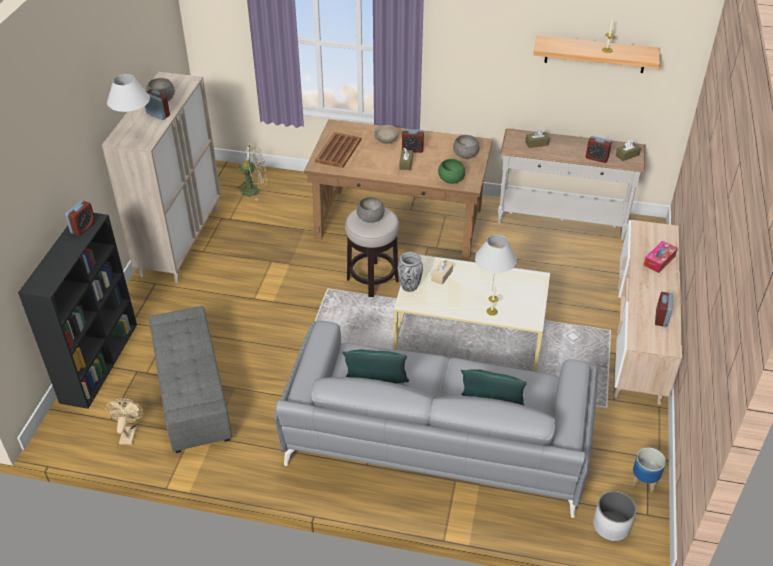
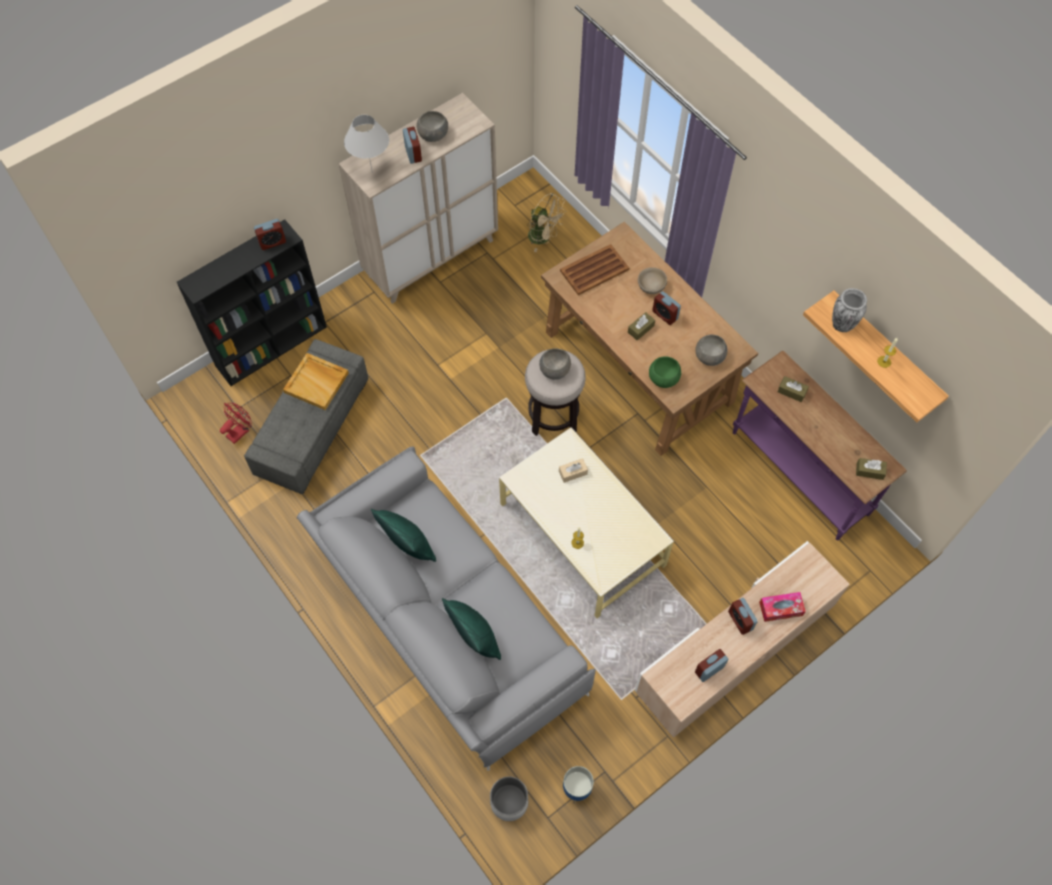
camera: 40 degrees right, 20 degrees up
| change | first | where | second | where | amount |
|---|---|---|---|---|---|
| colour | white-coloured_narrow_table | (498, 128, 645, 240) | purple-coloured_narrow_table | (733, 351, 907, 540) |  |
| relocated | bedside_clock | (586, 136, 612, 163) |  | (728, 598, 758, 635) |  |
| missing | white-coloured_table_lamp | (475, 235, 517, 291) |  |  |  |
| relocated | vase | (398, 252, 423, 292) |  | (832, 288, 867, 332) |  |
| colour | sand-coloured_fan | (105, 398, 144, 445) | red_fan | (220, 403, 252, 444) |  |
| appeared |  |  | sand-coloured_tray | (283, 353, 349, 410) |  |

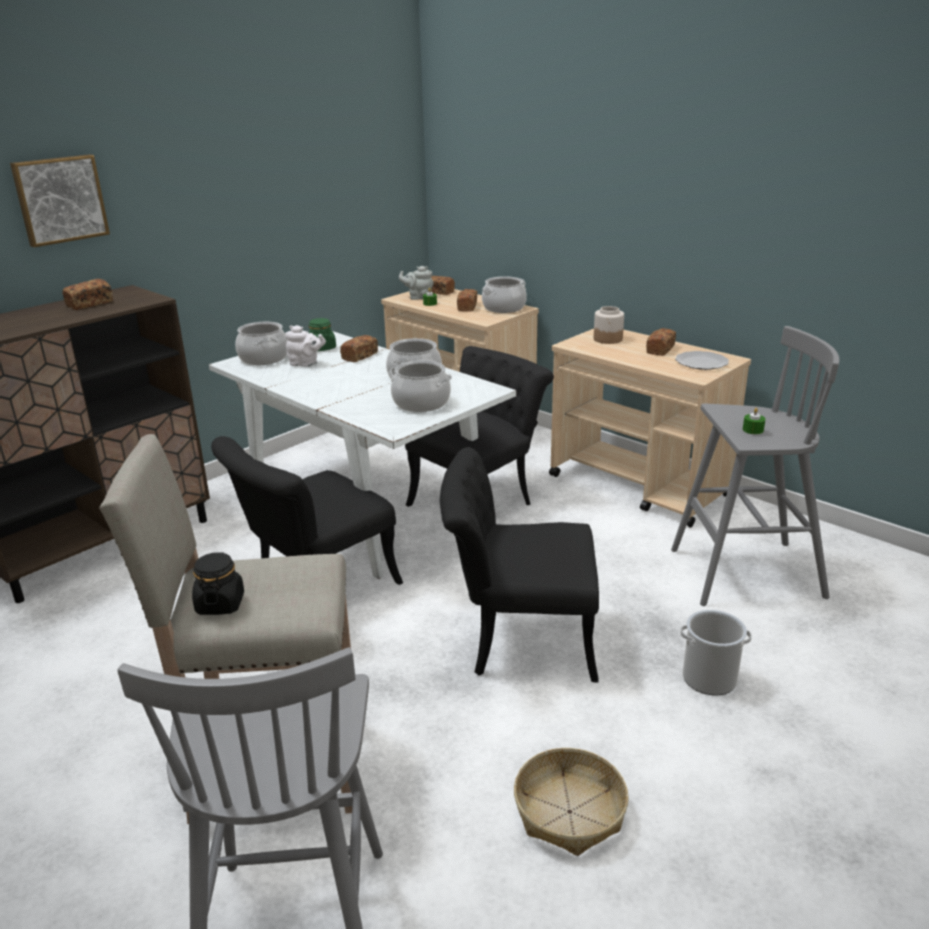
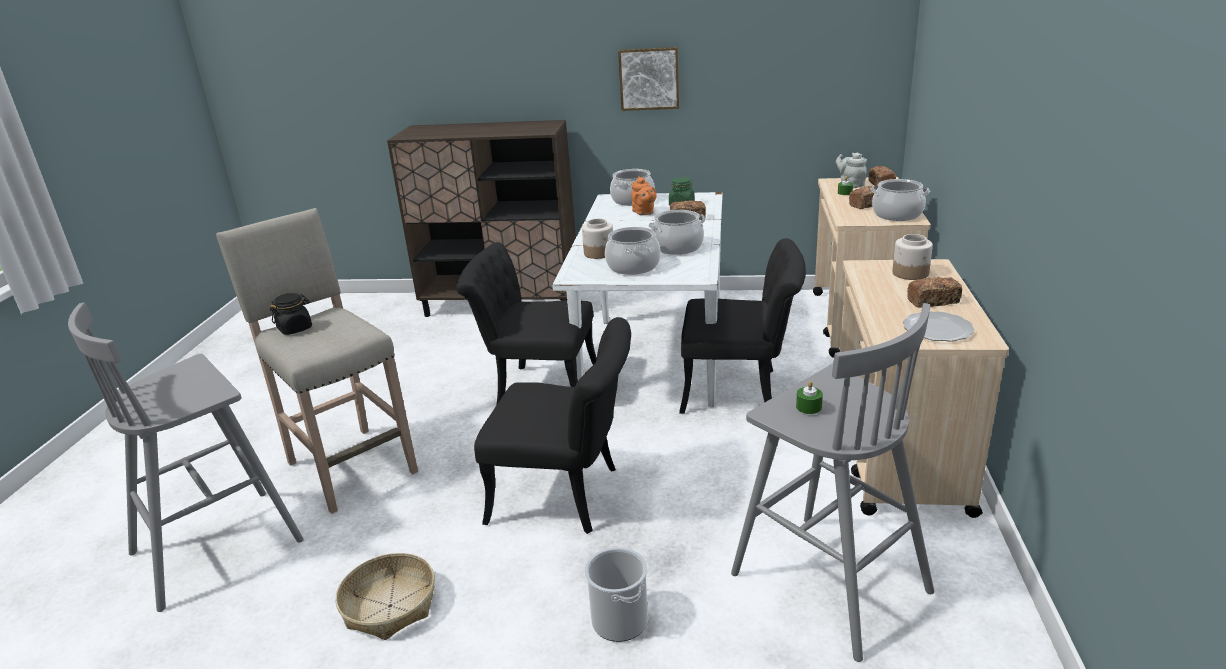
camera: 55 degrees right, 0 degrees up
| change | first | where | second | where | amount |
|---|---|---|---|---|---|
| relocated | wall_art | (10, 154, 110, 247) |  | (618, 47, 679, 111) |  |
| missing | bakery_bread | (62, 279, 113, 310) |  |  |  |
| colour | white-coloured_pot_for_tea | (285, 325, 326, 367) | orangey_pot_for_tea | (631, 176, 657, 215) |  |
| spun | black-coloured_plain_chair | (440, 447, 599, 683) |  | (474, 317, 631, 534) | 135 degrees clockwise |
| appeared |  |  | storage_jar | (582, 219, 613, 259) |  |

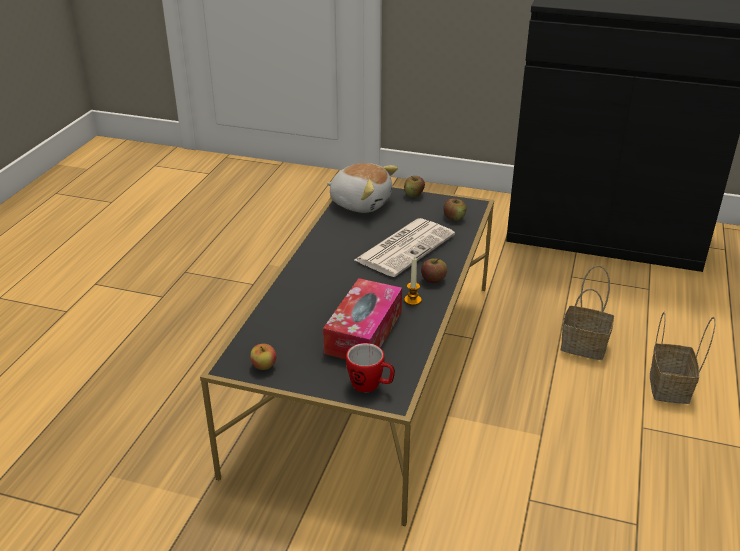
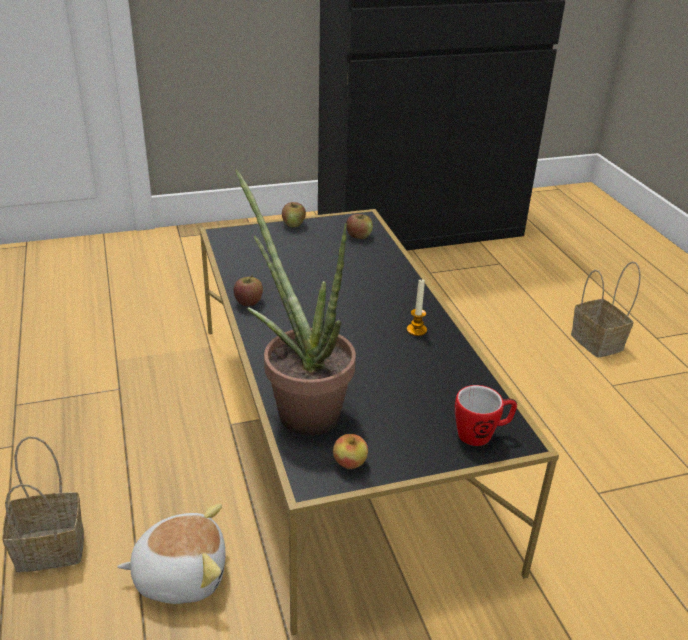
camera: 35 degrees left, 0 degrees up
| change | first | where | second | where | amount |
|---|---|---|---|---|---|
| relocated | plush_toy | (327, 163, 398, 213) |  | (117, 504, 226, 604) |  |
| missing | daily_paper | (354, 218, 455, 277) |  |  |  |
| relocated | apple_fruit | (421, 258, 447, 283) |  | (234, 275, 263, 306) |  |
| relocated | basket | (561, 265, 614, 360) |  | (2, 436, 84, 572) |  |
| missing | tissue_box | (323, 278, 402, 359) |  |  |  |
| appeared |  |  | potted_plant | (235, 169, 356, 435) |  |

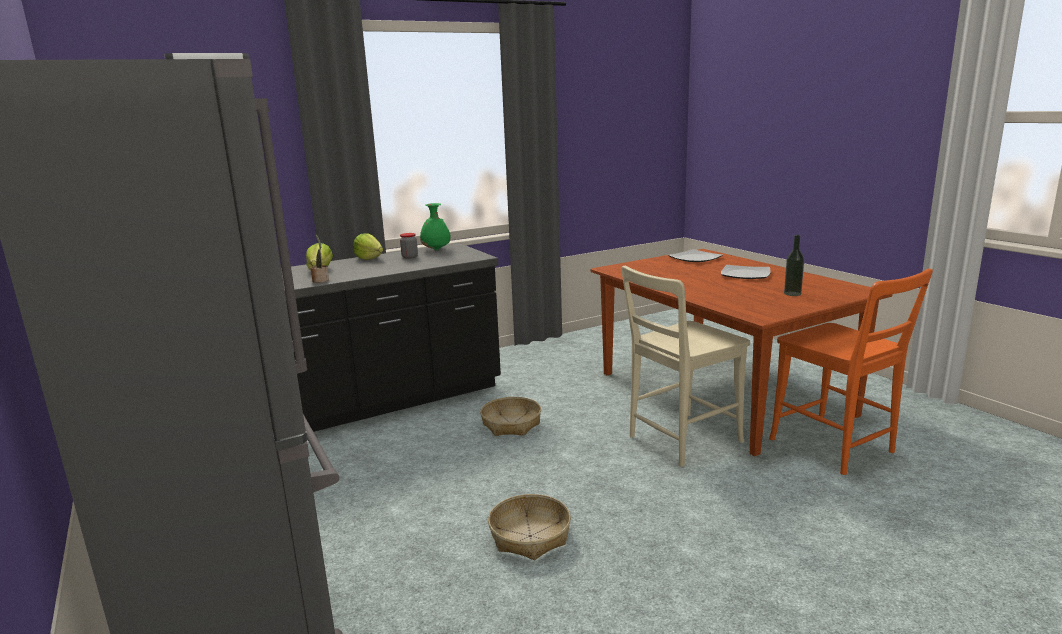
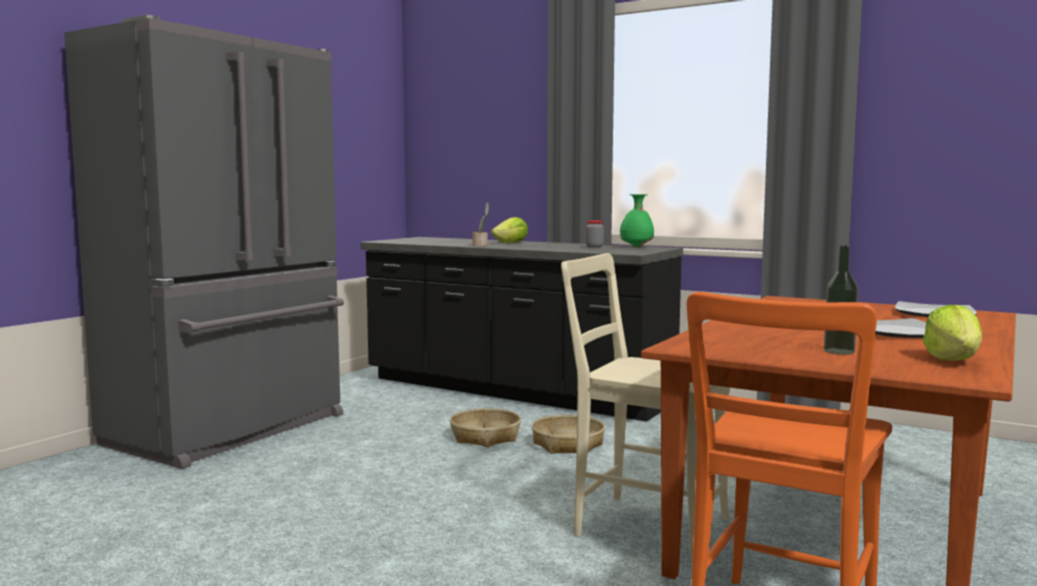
camera: 60 degrees right, 10 degrees down
| change | first | where | second | where | amount |
|---|---|---|---|---|---|
| relocated | lettuce | (353, 233, 383, 260) |  | (923, 304, 982, 361) |  |
| relocated | basket | (488, 494, 571, 560) |  | (450, 408, 521, 447) |  |

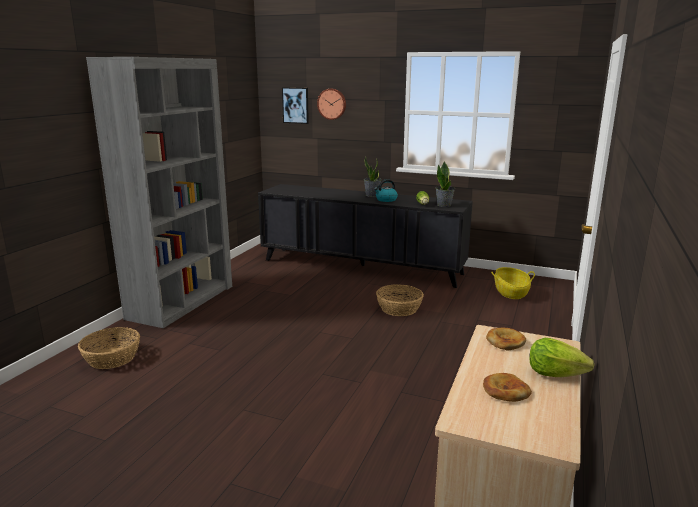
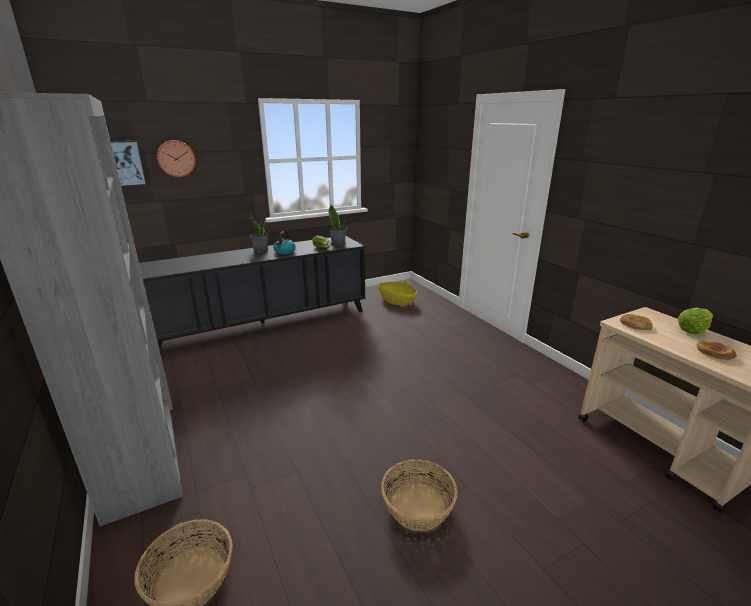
camera: 50 degrees left, 5 degrees up
| change | first | where | second | where | amount |
|---|---|---|---|---|---|
| relocated | basket | (376, 284, 424, 316) |  | (381, 459, 458, 531) |  |

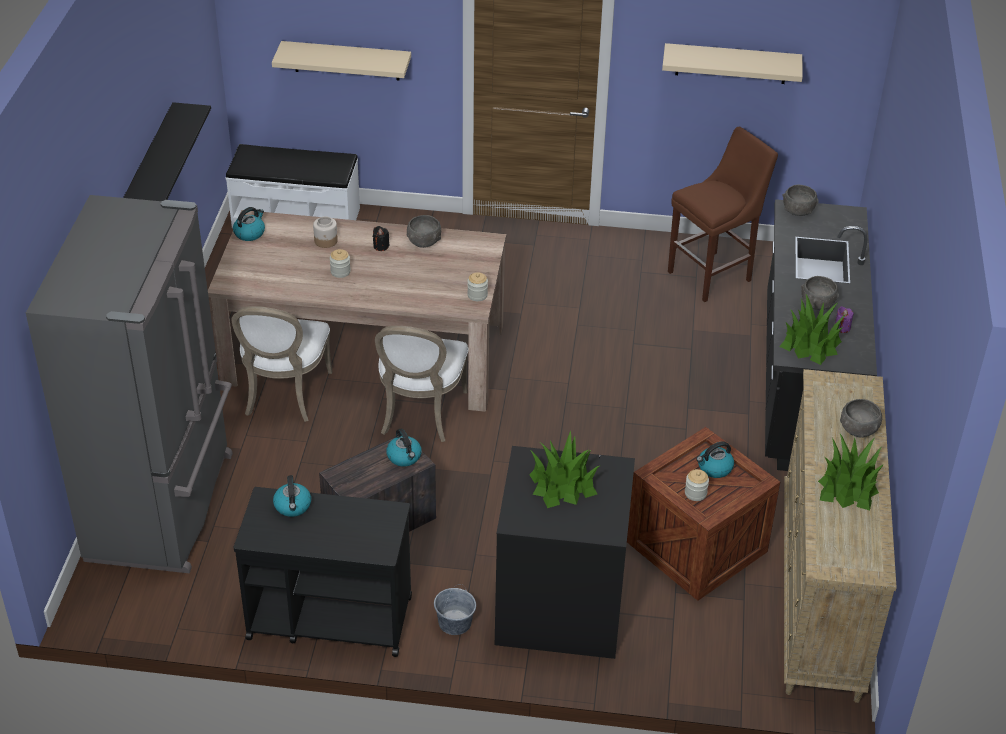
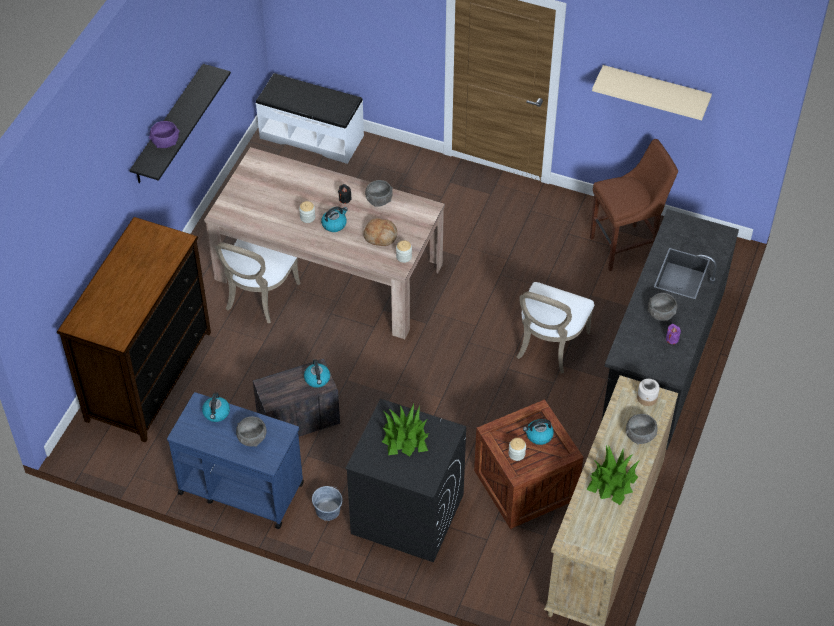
camera: 15 degrees right, 10 degrees up
| change | first | where | second | where | amount |
|---|---|---|---|---|---|
| missing | sand-coloured_bracket_shelf | (272, 41, 411, 80) |  |  |  |
| relocated | greyish_deep_dish | (782, 185, 819, 216) |  | (236, 416, 267, 447) |  |
| exchanged | greyish_kitchen_fridge | (26, 195, 233, 573) | dresser | (57, 217, 211, 443) |  |
| relocated | tea_kettle | (233, 207, 265, 241) |  | (321, 206, 348, 232) |  |
| relocated | storage_jar | (313, 216, 338, 248) |  | (637, 379, 660, 406) |  |
| missing | potted_plant | (779, 294, 846, 365) |  |  |  |
| relocated | white-coloured_plain_chair | (375, 326, 468, 442) |  | (517, 282, 594, 373) |  |
| colour | black-coloured_wheeled_cart | (234, 487, 412, 657) | blue_wheeled_cart | (167, 392, 304, 529) |  |
| appeared |  |  | purple-coloured_deep_dish | (149, 121, 180, 148) |  |
| appeared |  |  | bakery_bread | (363, 218, 397, 246) |  |

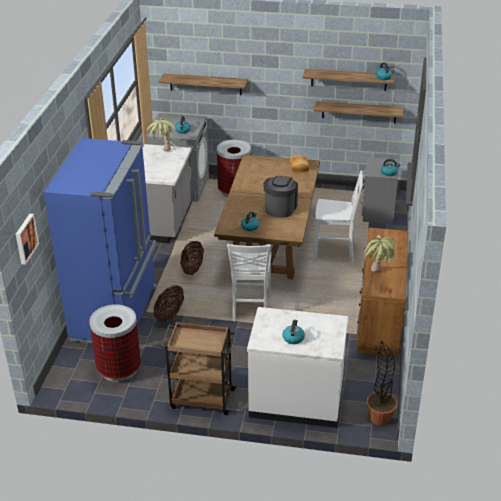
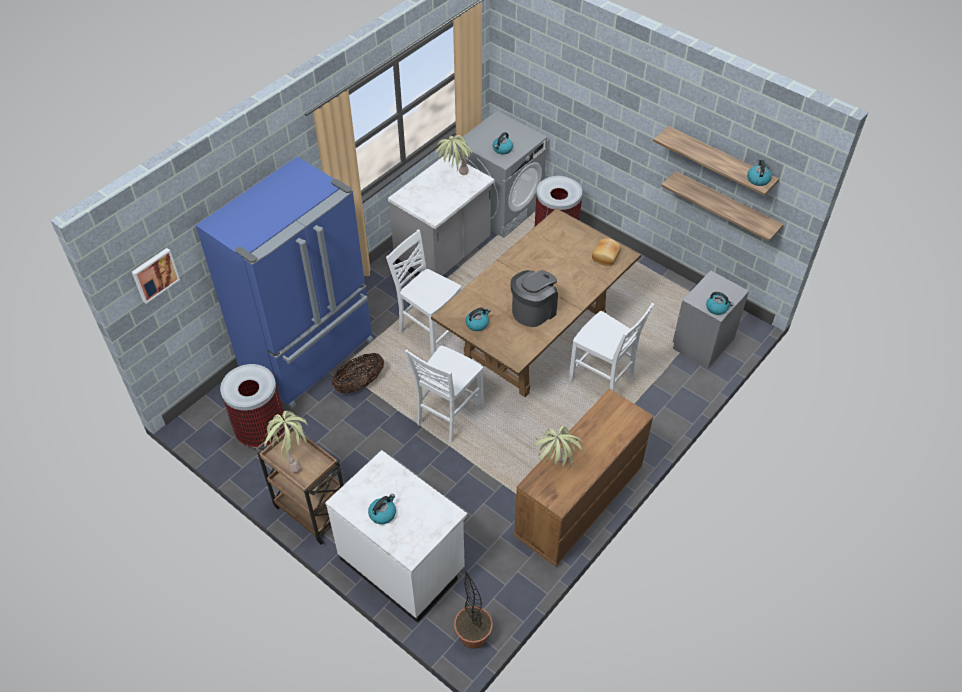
camera: 30 degrees right, 15 degrees up
| change | first | where | second | where | amount |
|---|---|---|---|---|---|
| missing | bracket_shelf | (159, 73, 248, 95) |  |  |  |
| exchanged | basket | (180, 241, 204, 275) | white-coloured_plain_chair | (386, 229, 461, 356) |  |
| appeared |  |  | potted_plant | (264, 411, 308, 473) |  |

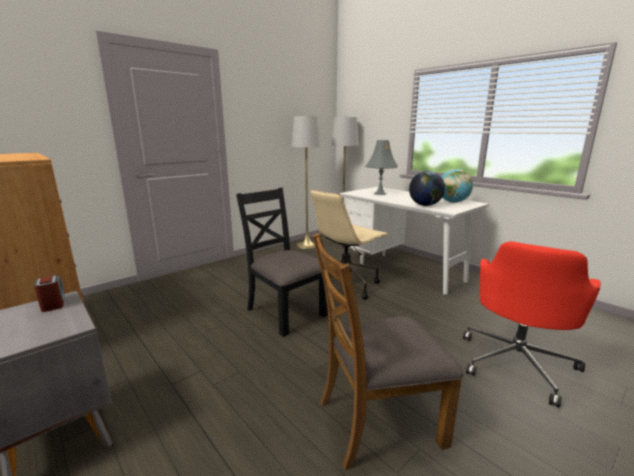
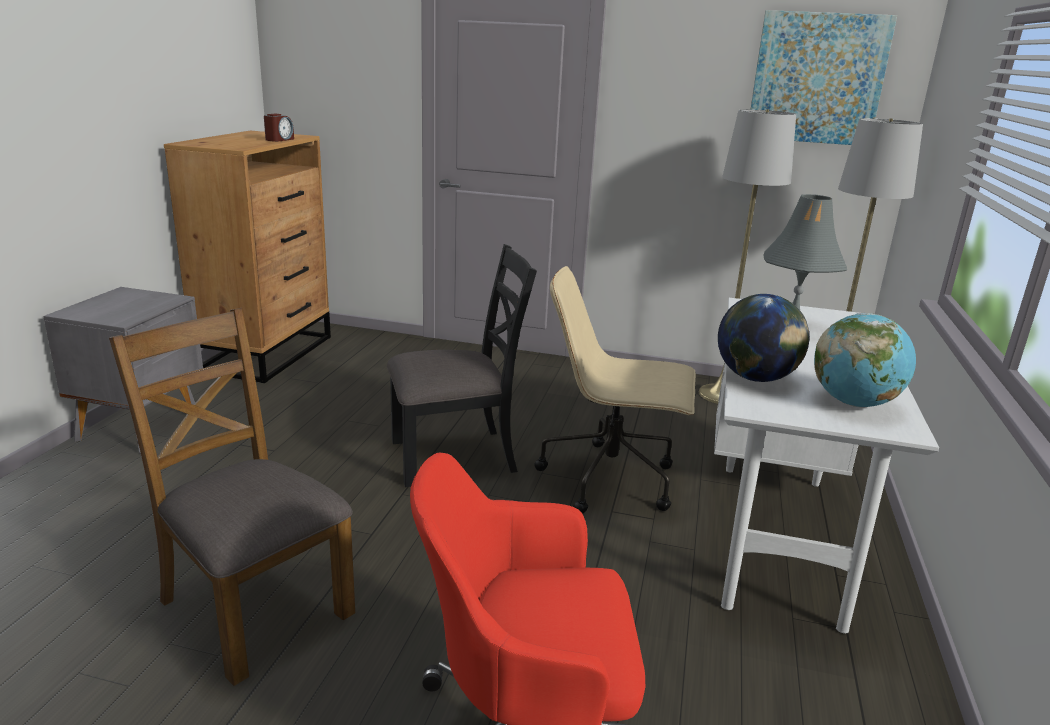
camera: 55 degrees right, 5 degrees up
| change | first | where | second | where | amount |
|---|---|---|---|---|---|
| spun | black-coloured_plain_chair | (236, 187, 328, 337) |  | (387, 244, 537, 487) | 60 degrees clockwise |
| relocated | bedside_clock | (34, 275, 65, 312) |  | (264, 114, 294, 142) |  |
| appeared |  |  | wall_art | (751, 10, 897, 145) |  |

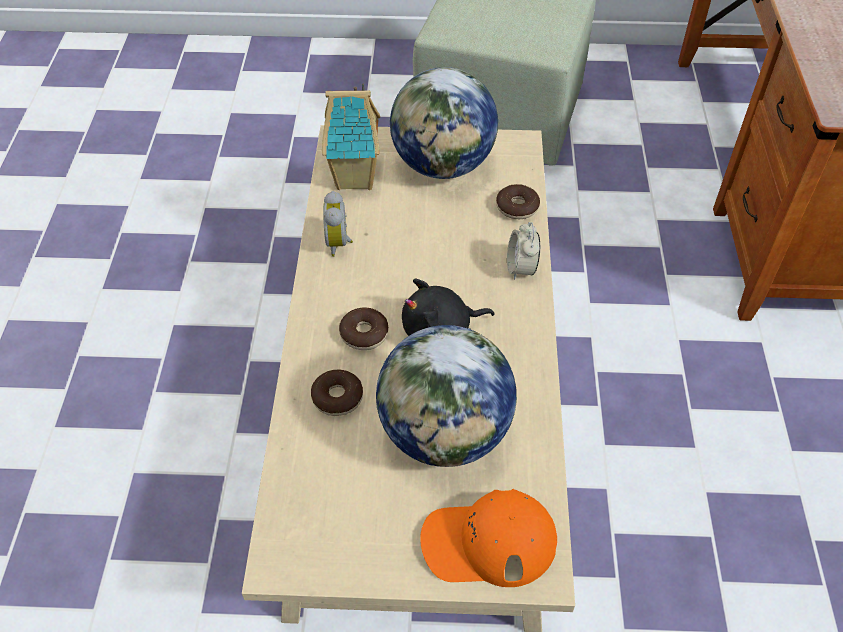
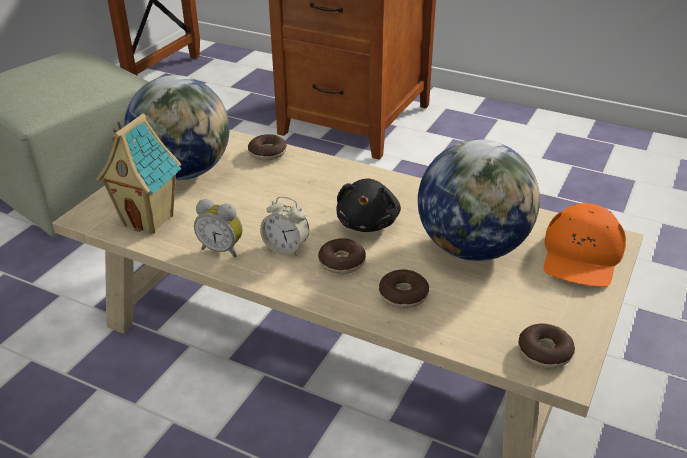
camera: 65 degrees left, 15 degrees down
| change | first | where | second | where | amount |
|---|---|---|---|---|---|
| relocated | bedside_clock | (507, 222, 540, 280) |  | (260, 197, 309, 257) |  |
| appeared |  |  | ring_doughnut | (518, 323, 575, 369) |  |

